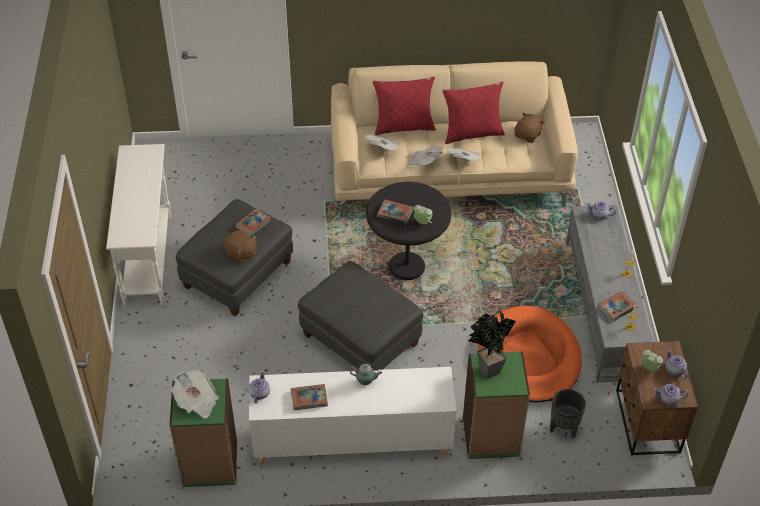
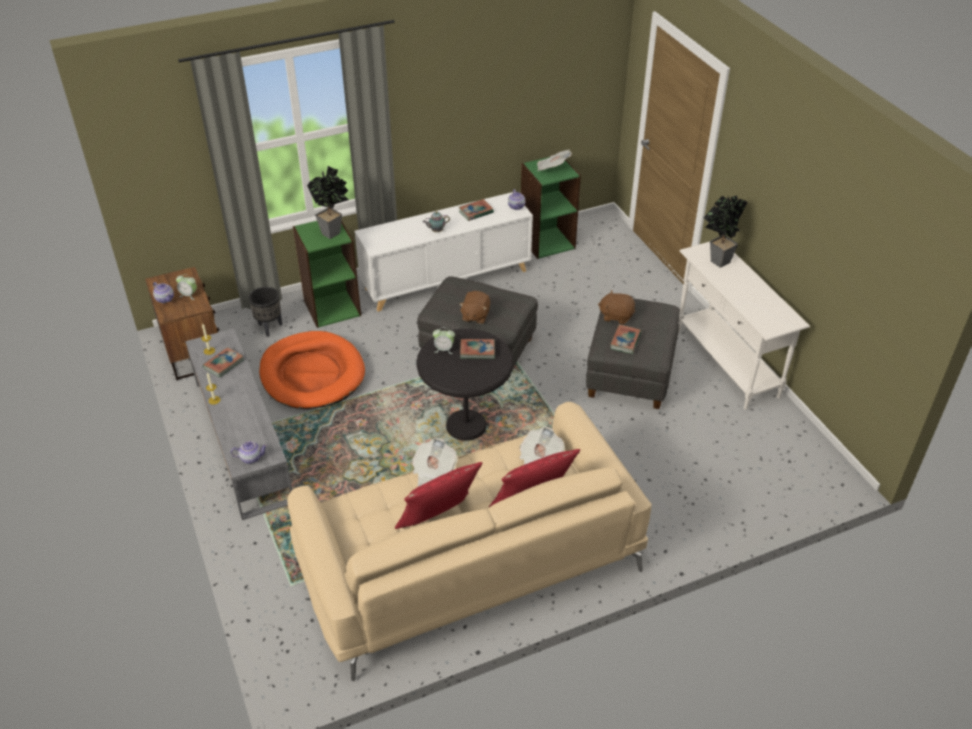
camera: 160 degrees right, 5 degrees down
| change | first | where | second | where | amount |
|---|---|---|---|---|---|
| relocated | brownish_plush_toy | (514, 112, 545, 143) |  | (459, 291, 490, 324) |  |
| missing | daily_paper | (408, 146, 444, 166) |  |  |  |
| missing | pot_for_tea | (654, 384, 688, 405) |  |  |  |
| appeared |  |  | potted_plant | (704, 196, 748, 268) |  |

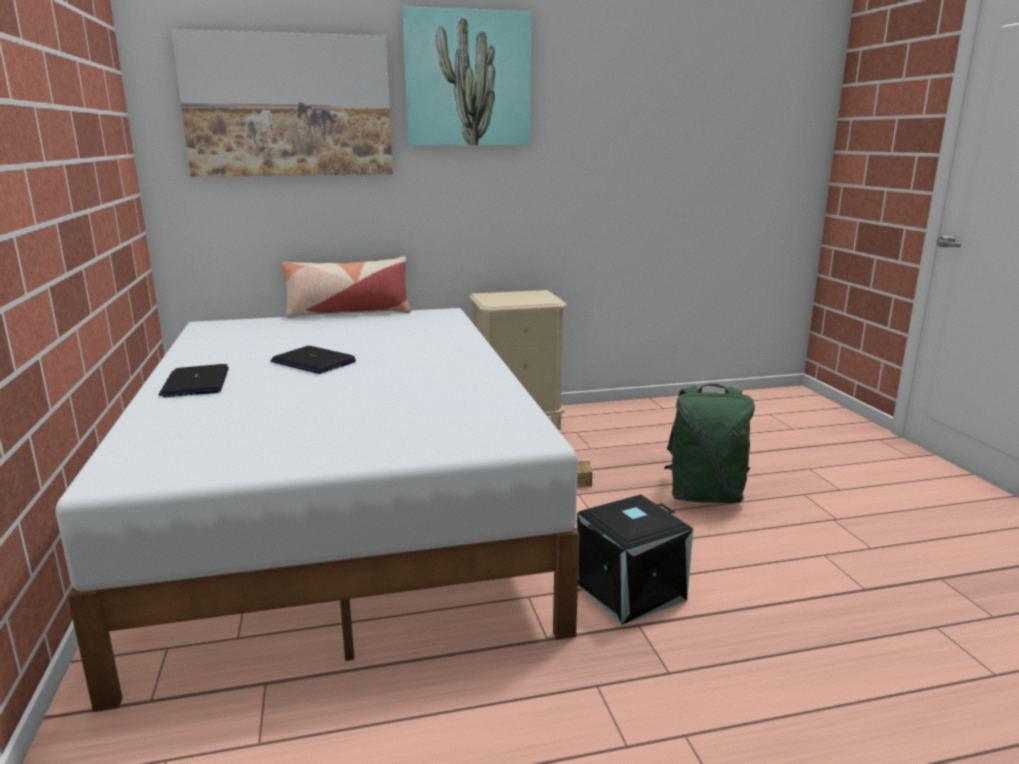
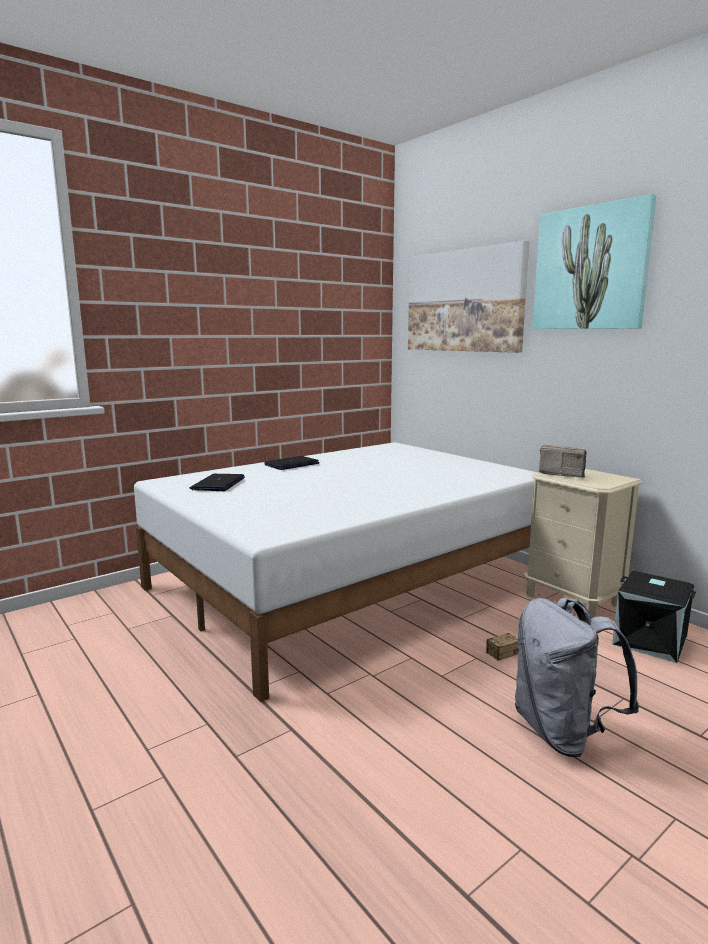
camera: 65 degrees right, 5 degrees down
| change | first | where | second | where | amount |
|---|---|---|---|---|---|
| missing | pillow | (281, 257, 411, 318) |  |  |  |
| relocated | portable_computer | (270, 346, 356, 374) |  | (190, 474, 245, 491) |  |
| colour | green-coloured_rucksack | (664, 384, 755, 503) | greyish_rucksack | (515, 598, 639, 757) |  |
| relocated | black-coloured_storage_container | (577, 494, 693, 625) |  | (612, 571, 696, 663) |  |
| appeared |  |  | radio_set | (539, 445, 587, 478) |  |

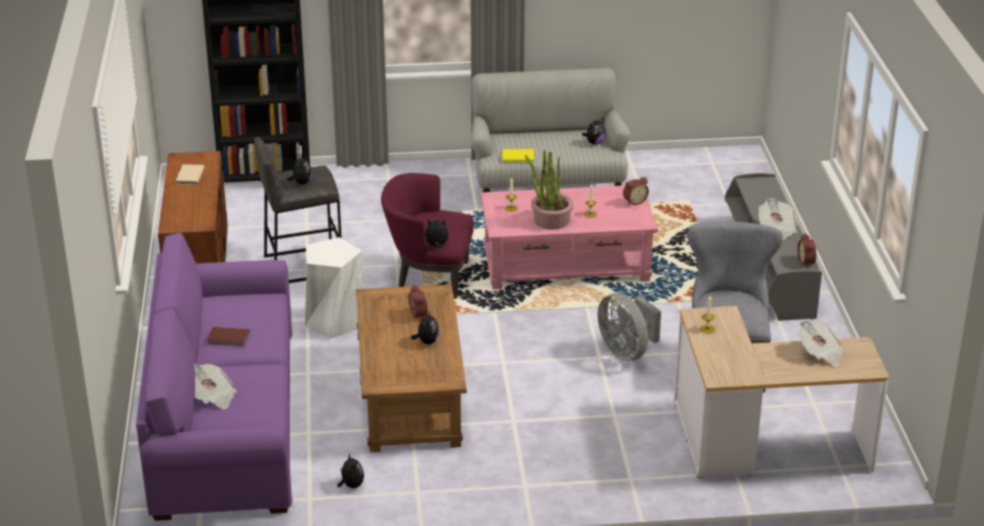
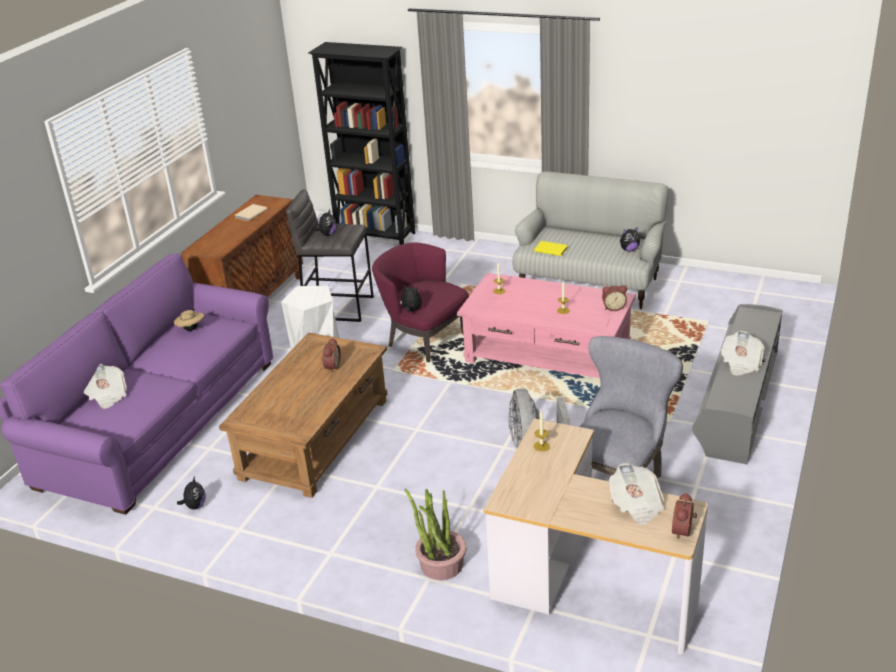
camera: 30 degrees right, 0 degrees up
| change | first | where | second | where | amount |
|---|---|---|---|---|---|
| relocated | potted_plant | (525, 150, 574, 230) |  | (405, 489, 466, 580) |  |
| relocated | bedside_clock | (797, 233, 816, 268) |  | (672, 492, 697, 540) |  |
| missing | plush_toy | (411, 311, 439, 344) |  |  |  |
| missing | brownish_book | (207, 327, 250, 346) |  |  |  |
| appeared |  |  | sand-coloured_clothing_hat | (174, 308, 205, 331) |  |

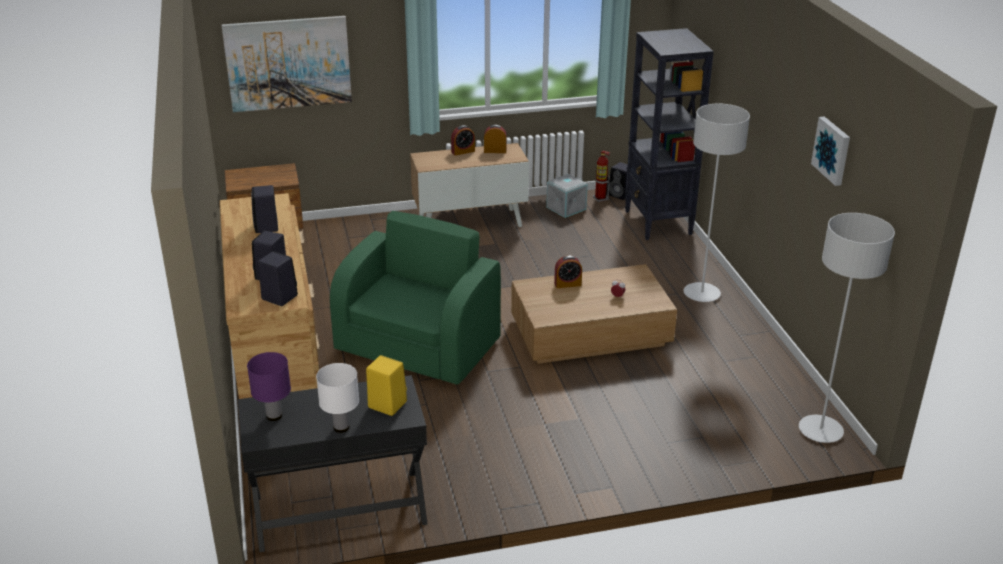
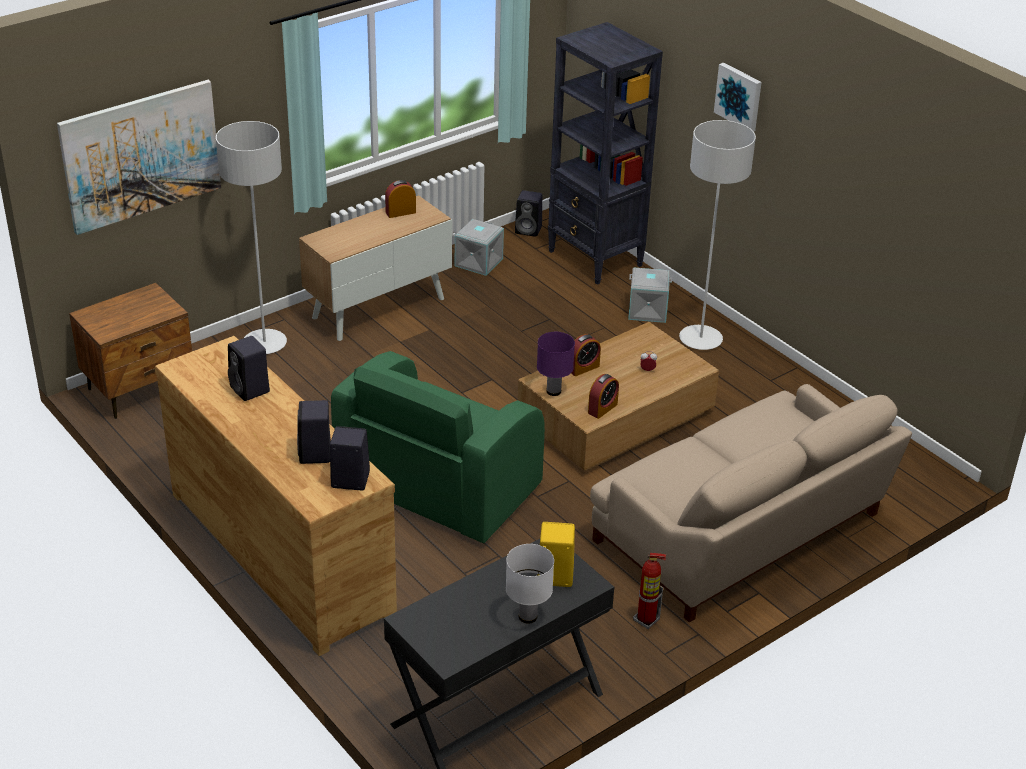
camera: 25 degrees left, 5 degrees up
| change | first | where | second | where | amount |
|---|---|---|---|---|---|
| relocated | wall_art | (811, 116, 850, 186) |  | (714, 63, 762, 131) |  |
| relocated | bedside_clock | (451, 125, 475, 156) |  | (588, 374, 619, 419) |  |
| relocated | fire_extinguisher | (593, 151, 610, 202) |  | (633, 553, 666, 629) |  |
| spun | green-coloured_easy_chair | (330, 211, 501, 384) |  | (331, 351, 545, 543) | 150 degrees counterclockwise |
| relocated | greyish_standing_lamp | (799, 213, 895, 443) |  | (216, 121, 287, 354) |  |
| relocated | purple-coloured_table_lamp | (247, 352, 291, 421) |  | (537, 332, 575, 396) |  |
| appeared |  |  | greyish_storage_container | (628, 268, 672, 323) |  |
| appeared |  |  | sand-coloured_sofa | (590, 384, 912, 623) |  |

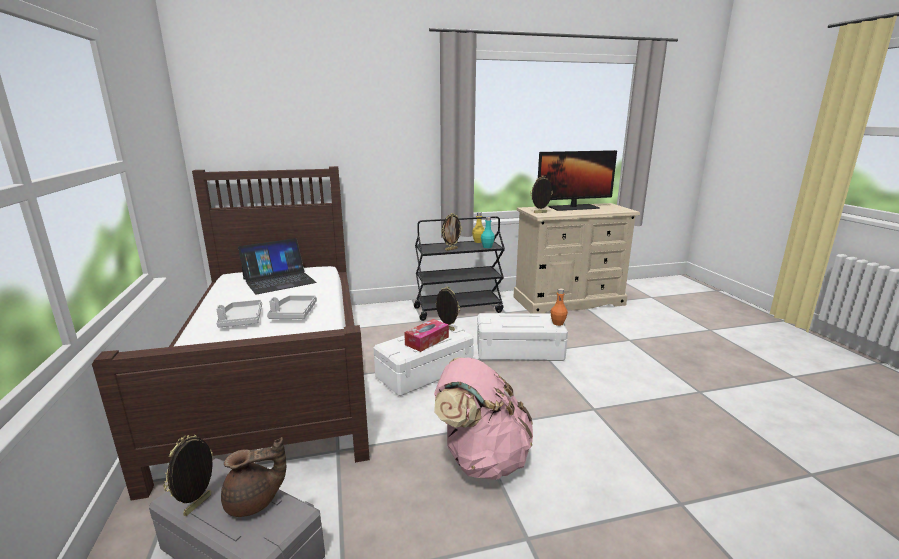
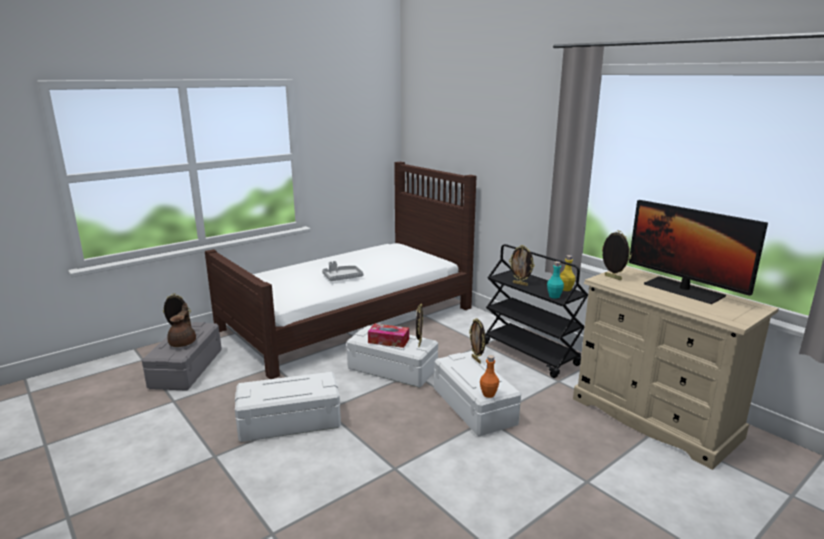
camera: 65 degrees right, 0 degrees up
| change | first | where | second | where | amount |
|---|---|---|---|---|---|
| missing | portable_computer | (238, 238, 316, 294) |  |  |  |
| missing | greyish_tray | (216, 300, 262, 327) |  |  |  |
| exchanged | pink_rucksack | (434, 357, 533, 480) | white-coloured_storage_container | (235, 372, 341, 442) |  |
| spun | brownish_pot_for_tea | (221, 437, 286, 517) |  | (167, 303, 196, 347) | 135 degrees counterclockwise |
| appeared |  |  | standing_frame | (469, 318, 486, 364) |  |

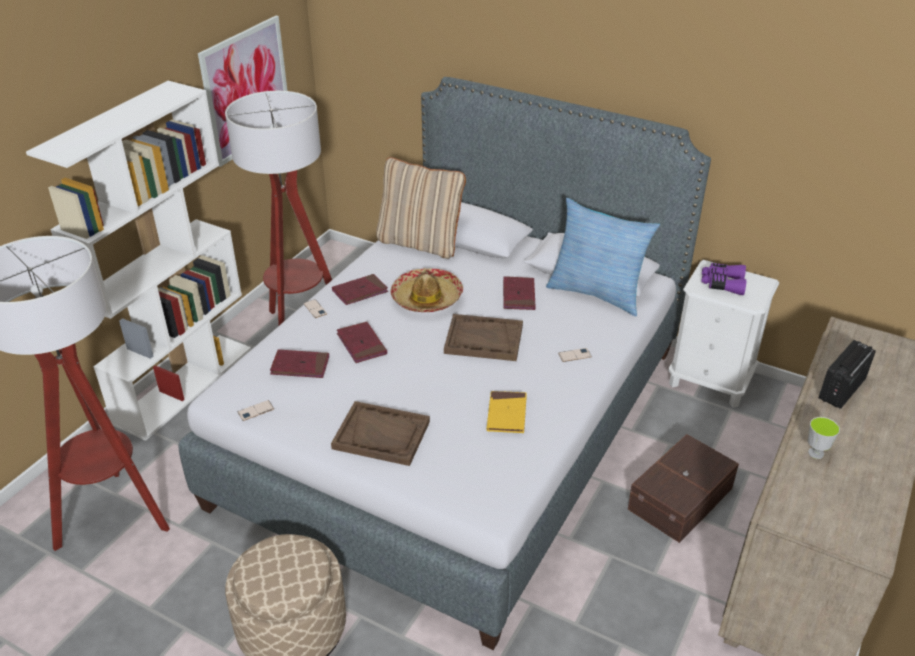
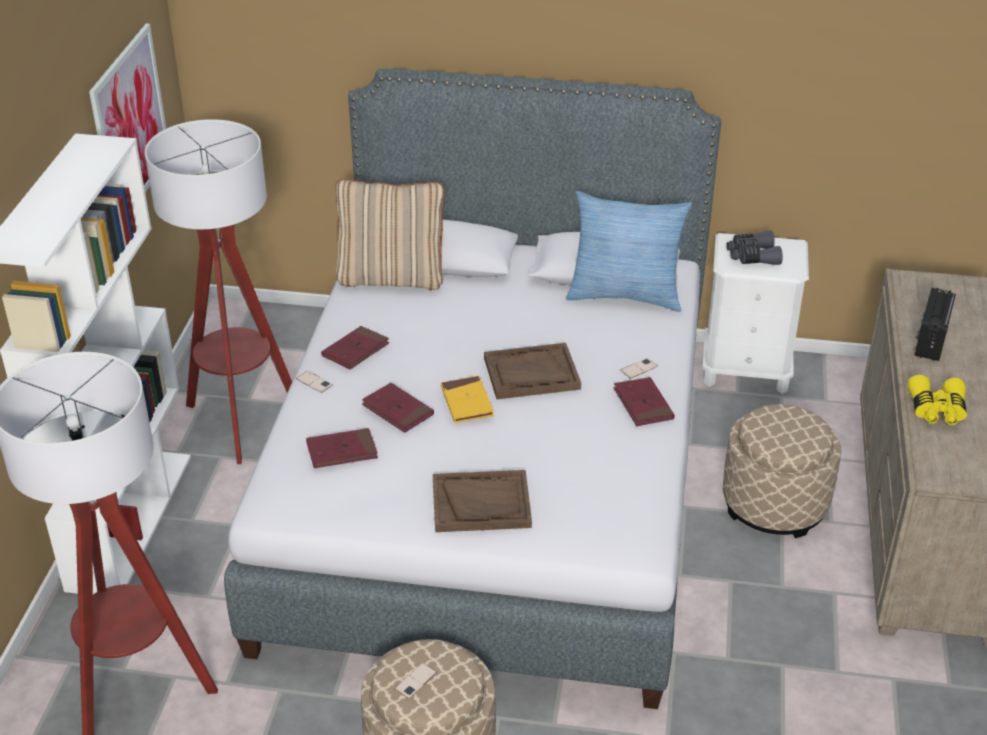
camera: 20 degrees left, 0 degrees up
| change | first | where | second | where | amount |
|---|---|---|---|---|---|
| colour | purple-coloured_pair_of_binoculars | (701, 263, 746, 295) | greyish_pair_of_binoculars | (726, 230, 783, 265) |  |
| missing | clothing_hat | (390, 268, 463, 312) |  |  |  |
| relocated | red_book | (503, 276, 536, 310) |  | (613, 377, 675, 426) |  |
| relocated | yellow-coloured_book | (487, 391, 527, 433) |  | (441, 376, 494, 423) |  |
| relocated | handset | (238, 400, 274, 421) |  | (395, 663, 437, 699) |  |
| exchanged | small_cup | (808, 417, 840, 459) | yellow-coloured_pair_of_binoculars | (907, 375, 967, 425) |  |
| exchanged | brownish_storage_container | (628, 434, 739, 543) | sand-coloured_pouffe | (723, 404, 841, 538) |  |

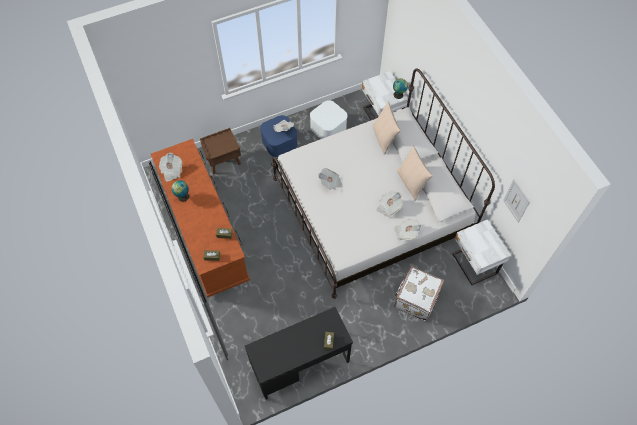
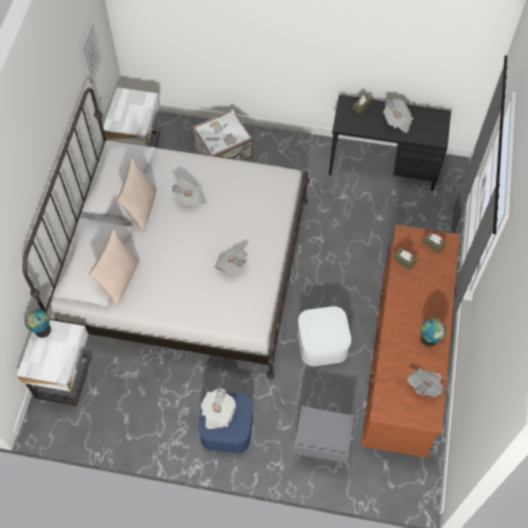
camera: 145 degrees left, 0 degrees up
| change | first | where | second | where | amount |
|---|---|---|---|---|---|
| relocated | white-coloured_storage_container | (310, 100, 348, 139) |  | (298, 306, 351, 366) |  |
| colour | brownish_night_table | (200, 128, 241, 174) | greyish_night_table | (294, 405, 354, 468) |  |
| relocated | daily_paper | (394, 219, 422, 240) |  | (383, 99, 413, 133) |  |

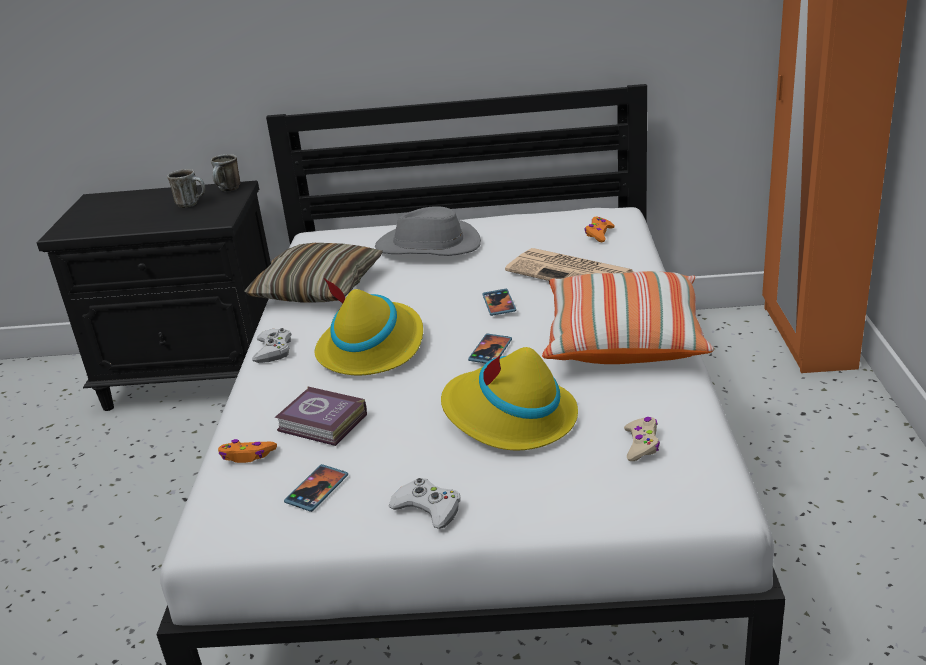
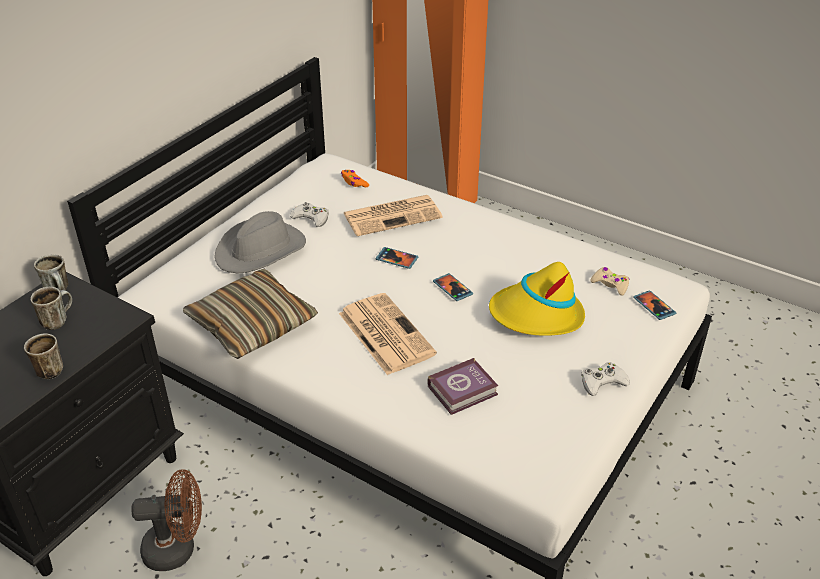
camera: 60 degrees left, 10 degrees up
| change | first | where | second | where | amount |
|---|---|---|---|---|---|
| missing | pillow | (542, 271, 714, 364) |  |  |  |
| exchanged | yellow-coloured_clothing_hat | (315, 278, 423, 376) | daily_paper | (339, 293, 437, 375) |  |
| relocated | white-coloured_game_controller | (252, 328, 291, 363) |  | (290, 202, 329, 227) |  |
| missing | orangey_game_controller | (218, 439, 277, 463) |  |  |  |
| relocated | handset | (284, 464, 348, 512) |  | (633, 290, 676, 320) |  |
| appeared |  |  | mug | (24, 334, 63, 379) |  |
| appeared |  |  | brownish_fan | (131, 469, 202, 571) |  |

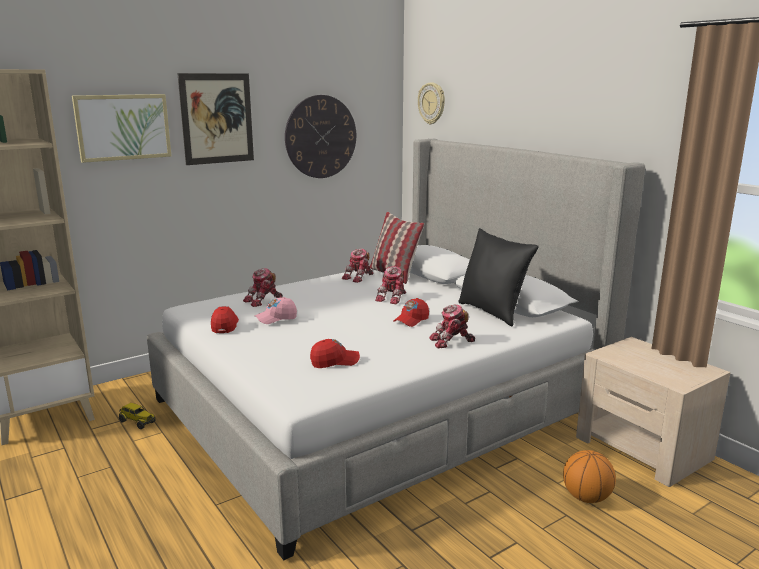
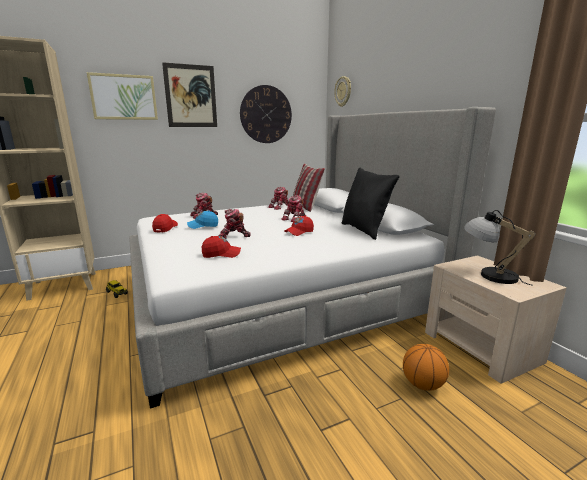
camera: 10 degrees right, 0 degrees up
| change | first | where | second | where | amount |
|---|---|---|---|---|---|
| colour | pink_baseball_cap | (255, 297, 297, 324) | blue_baseball_cap | (187, 210, 218, 229) |  |
| relocated | model_robot | (429, 304, 475, 348) |  | (218, 209, 251, 239) |  |
| appeared |  |  | table_lamp | (464, 210, 536, 286) |  |

